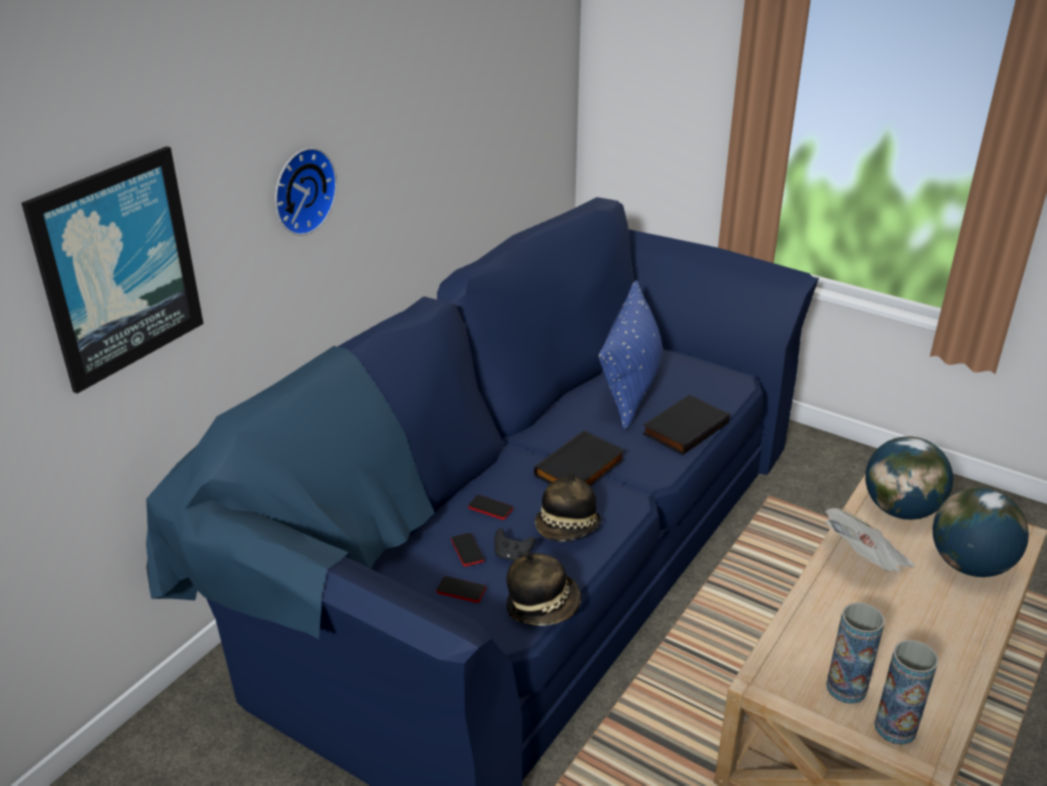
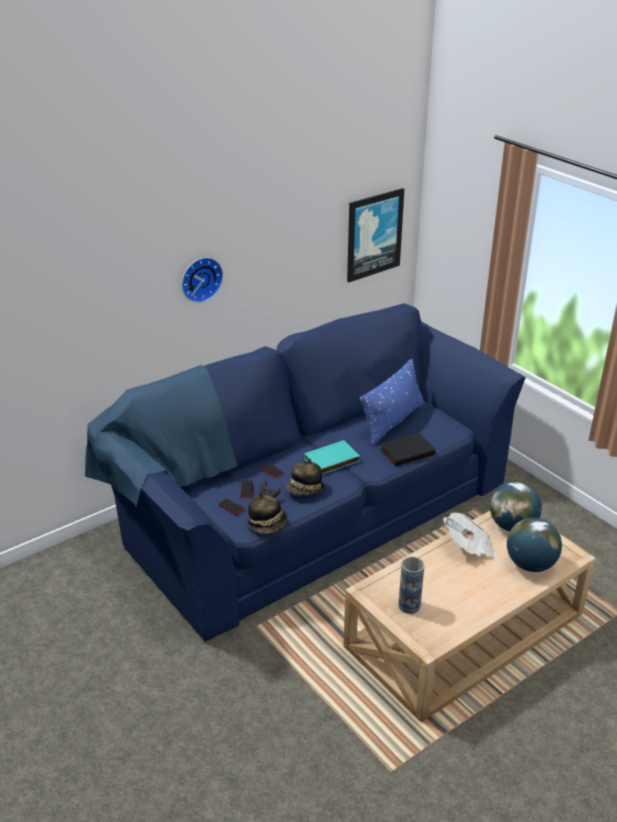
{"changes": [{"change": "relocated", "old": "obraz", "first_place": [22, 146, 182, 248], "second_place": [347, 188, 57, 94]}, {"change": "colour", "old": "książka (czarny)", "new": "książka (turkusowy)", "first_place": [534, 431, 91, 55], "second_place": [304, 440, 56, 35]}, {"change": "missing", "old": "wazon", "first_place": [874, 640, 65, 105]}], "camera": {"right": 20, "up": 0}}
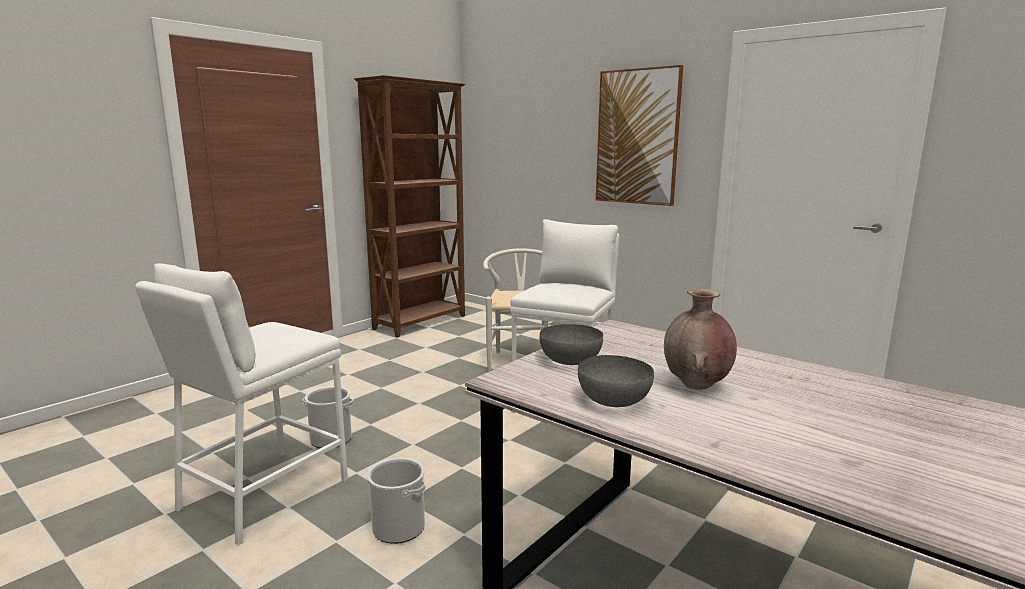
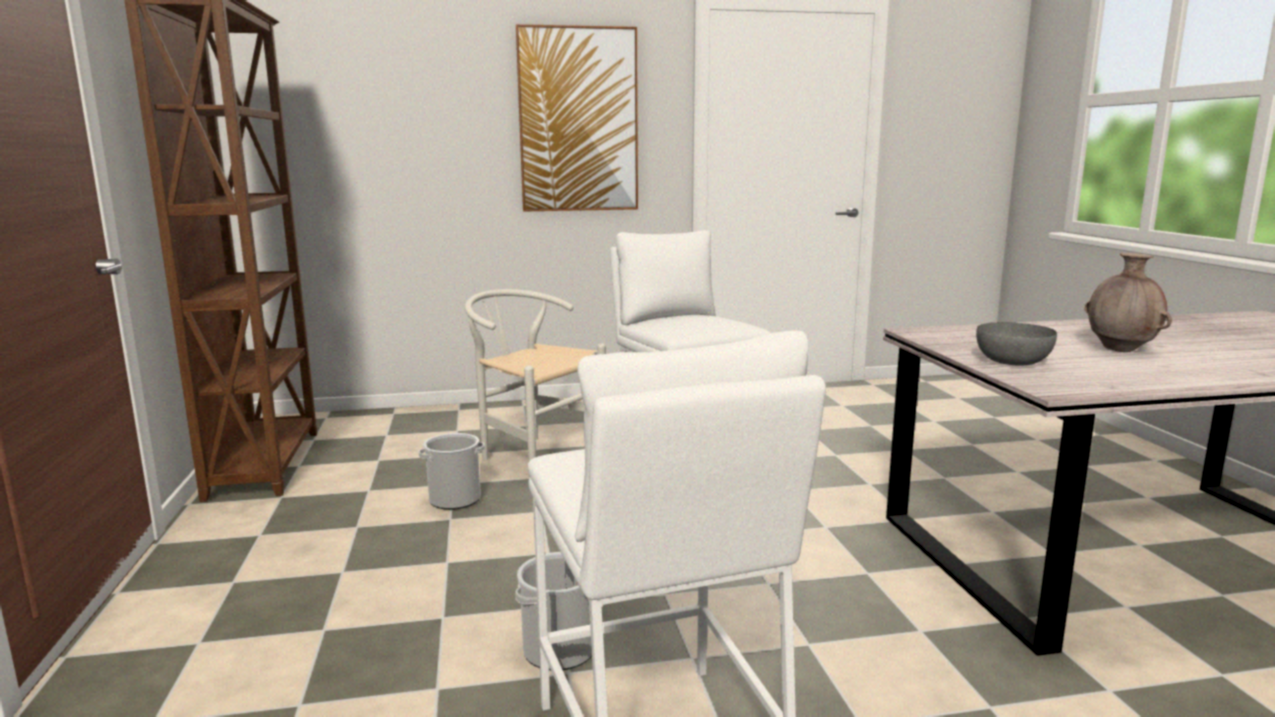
{"changes": [{"change": "relocated", "old": "wiadro", "first_place": [367, 458, 59, 86], "second_place": [418, 433, 67, 77]}, {"change": "missing", "old": "miska (szary)", "first_place": [578, 355, 76, 52]}], "camera": {"right": -50, "up": 0}}
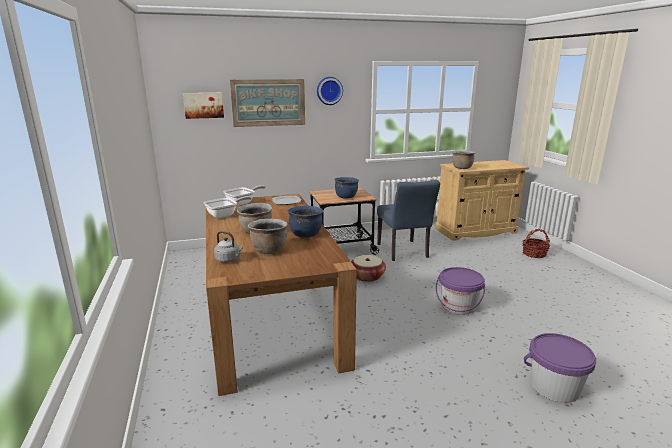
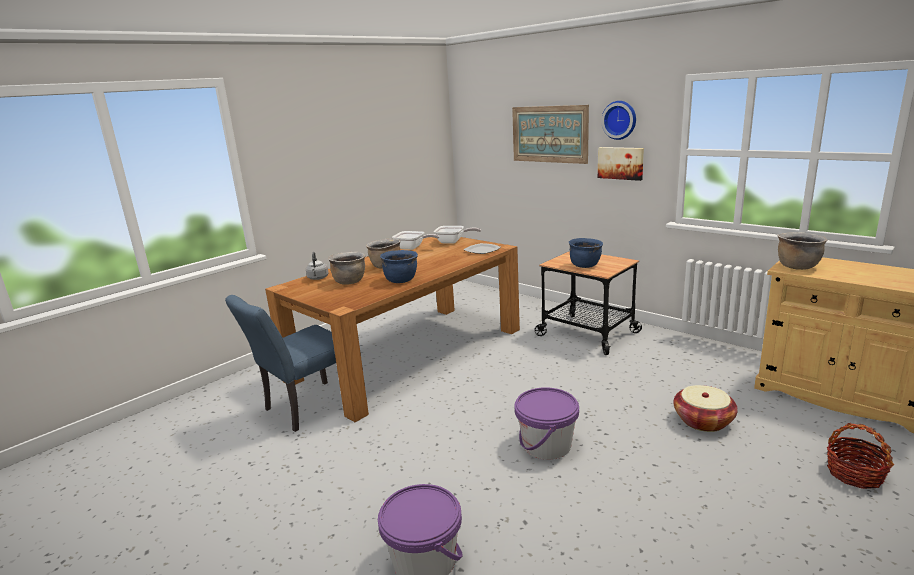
{"changes": [{"change": "relocated", "old": "obraz", "first_place": [183, 93, 41, 26], "second_place": [598, 147, 46, 34]}, {"change": "relocated", "old": "koszyk", "first_place": [351, 255, 35, 27], "second_place": [673, 385, 65, 47]}, {"change": "relocated", "old": "krzesło (niebieski)", "first_place": [377, 180, 63, 81], "second_place": [225, 295, 111, 137]}], "camera": {"right": 60, "up": 0}}
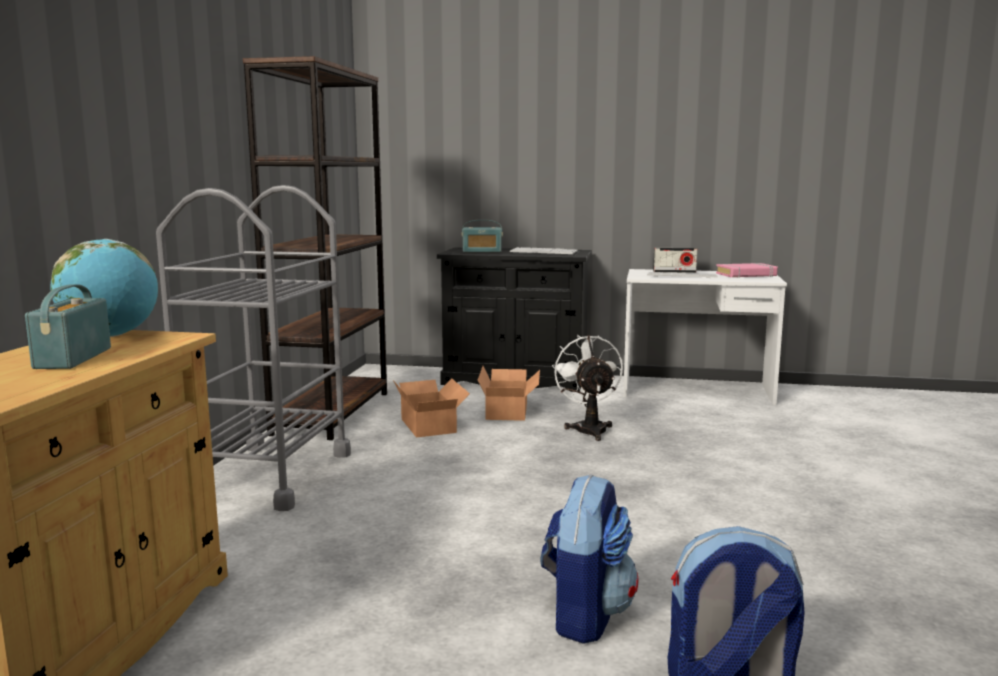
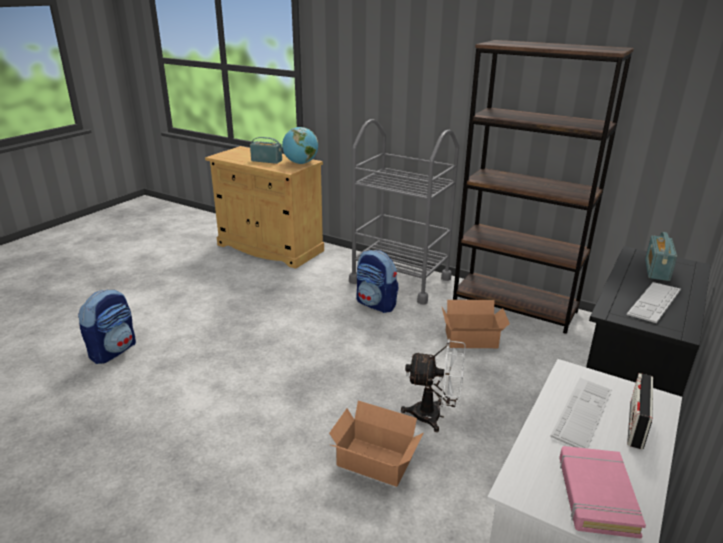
{"changes": [{"change": "relocated", "old": "karton", "first_place": [478, 366, 62, 55], "second_place": [329, 401, 95, 86]}, {"change": "relocated", "old": "plecak", "first_place": [540, 474, 99, 170], "second_place": [357, 250, 41, 63]}], "camera": {"right": 110, "up": 15}}
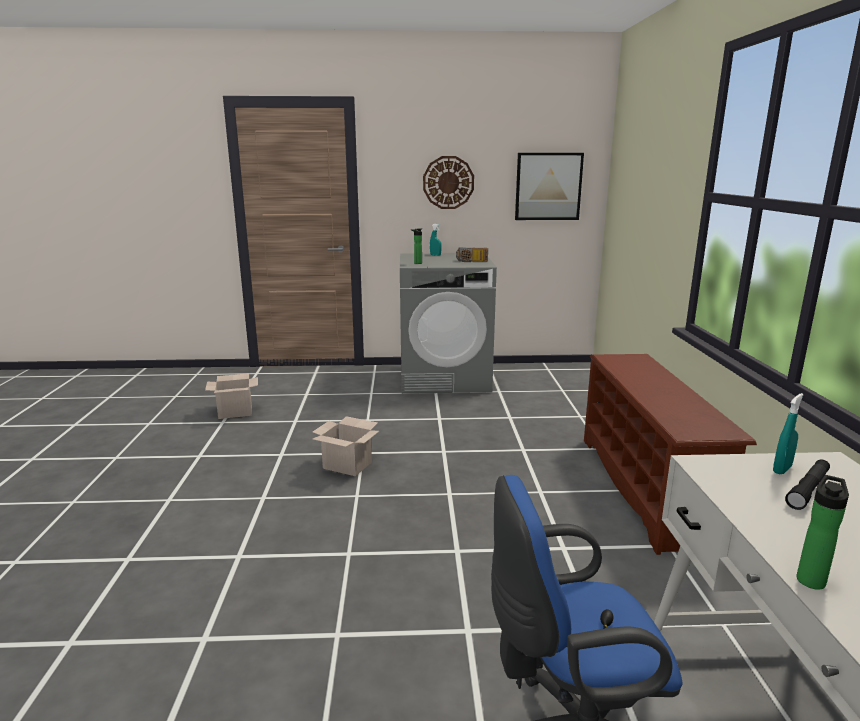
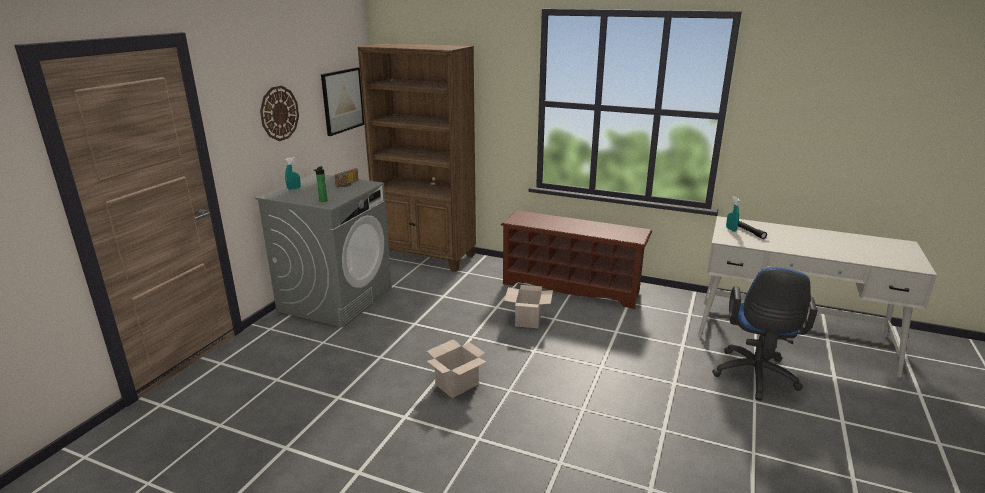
{"changes": [{"change": "relocated", "old": "karton", "first_place": [205, 373, 53, 46], "second_place": [504, 285, 49, 43]}, {"change": "missing", "old": "butelka", "first_place": [796, 475, 53, 115]}, {"change": "appeared", "new": "regał (brązowy)", "second_place": [358, 43, 118, 229]}], "camera": {"right": -65, "up": 5}}
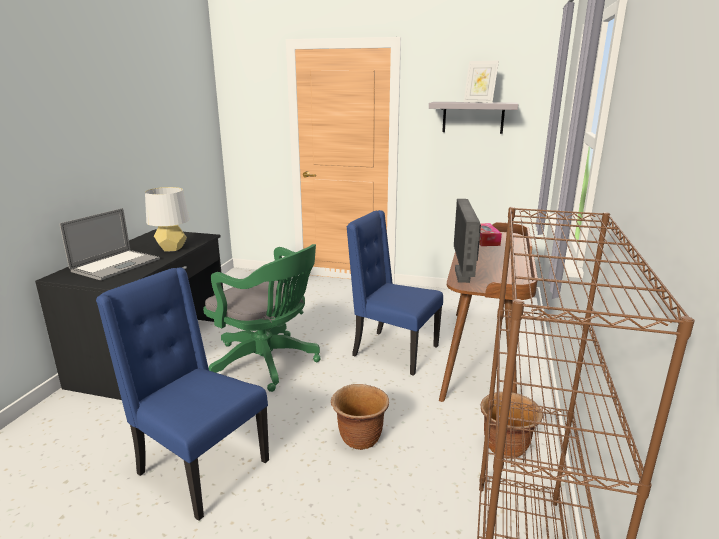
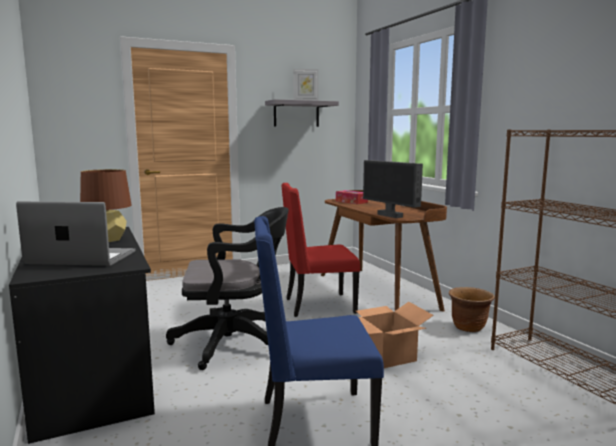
{"changes": [{"change": "spun", "old": "laptop", "first_place": [60, 208, 100, 72], "second_place": [16, 201, 120, 65], "degrees": -75}, {"change": "colour", "old": "lampa stołowa (szary)", "new": "lampa stołowa (brązowy)", "first_place": [145, 187, 45, 64], "second_place": [80, 169, 52, 73]}, {"change": "colour", "old": "krzesło biurowe (zielony)", "new": "krzesło biurowe (czarny)", "first_place": [203, 244, 118, 148], "second_place": [166, 207, 123, 163]}, {"change": "exchanged", "old": "donica (brązowy)", "new": "karton", "first_place": [331, 384, 58, 66], "second_place": [356, 302, 78, 66]}, {"change": "colour", "old": "krzesło (niebieski)", "new": "krzesło (czerwony)", "first_place": [346, 210, 97, 165], "second_place": [281, 183, 79, 134]}], "camera": {"right": -40, "up": -10}}
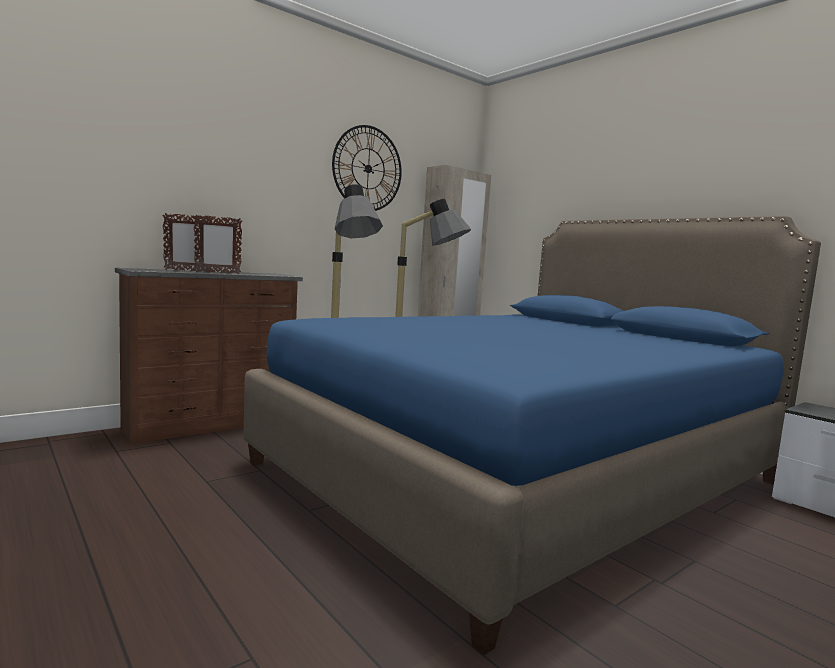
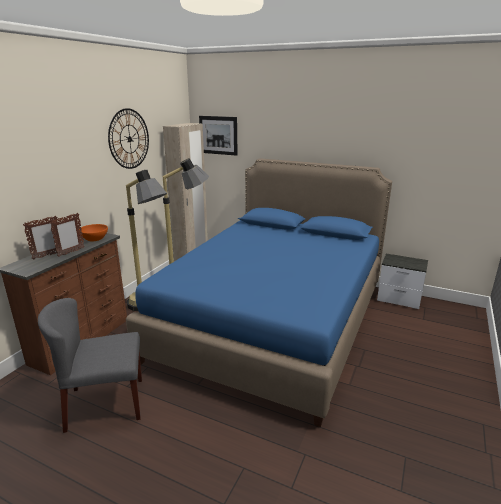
{"changes": [{"change": "appeared", "new": "krzesło (szary)", "second_place": [38, 298, 104, 135]}, {"change": "appeared", "new": "miska (pomarańczowy)", "second_place": [79, 224, 29, 17]}, {"change": "appeared", "new": "obraz", "second_place": [199, 116, 39, 40]}], "camera": {"right": -25, "up": 15}}
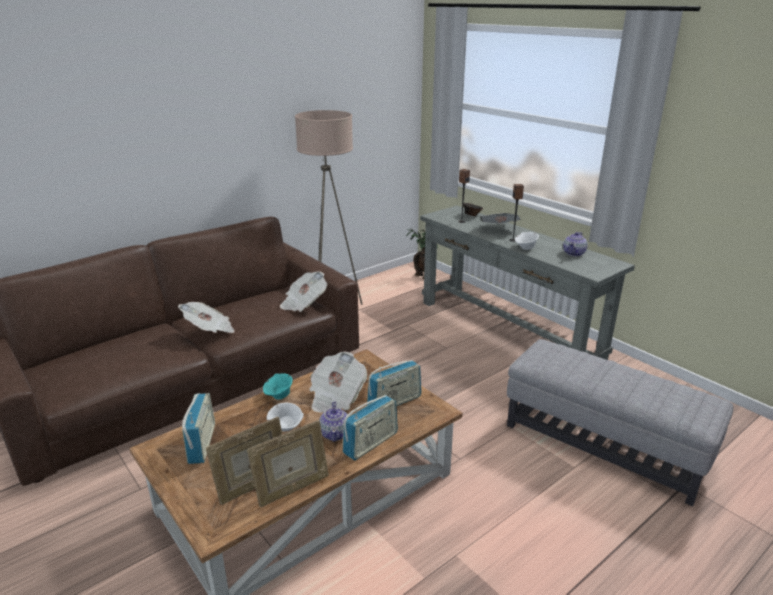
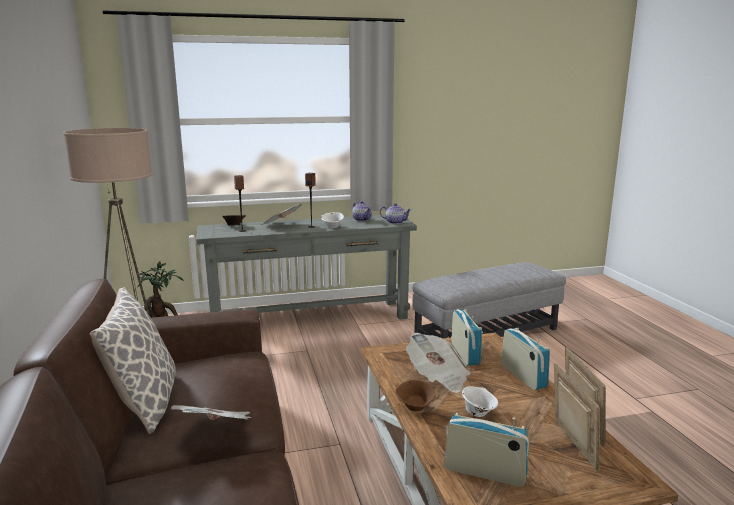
{"changes": [{"change": "colour", "old": "miska (turkusowy)", "new": "miska (brązowy)", "first_place": [263, 373, 29, 27], "second_place": [395, 380, 41, 31]}, {"change": "missing", "old": "gazeta", "first_place": [280, 271, 47, 41]}, {"change": "relocated", "old": "imbryk", "first_place": [319, 401, 29, 41], "second_place": [380, 203, 32, 21]}, {"change": "appeared", "new": "poduszka", "second_place": [90, 288, 86, 146]}], "camera": {"right": -65, "up": -10}}
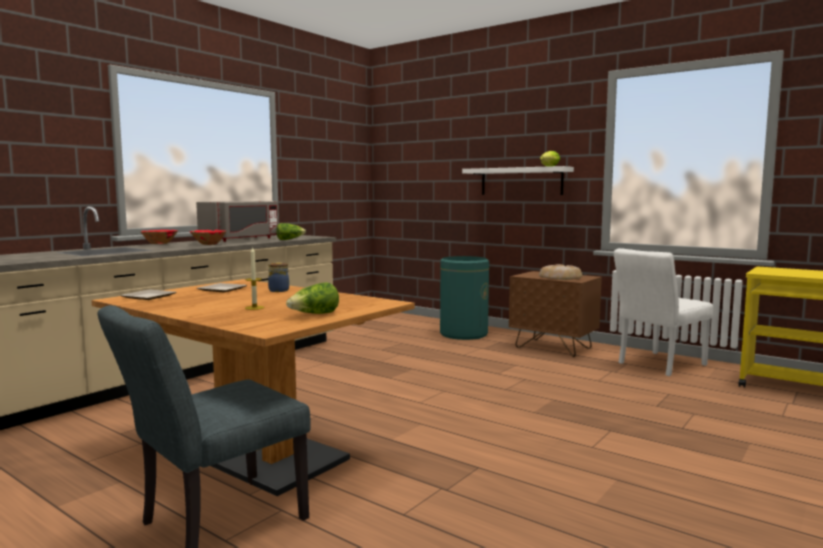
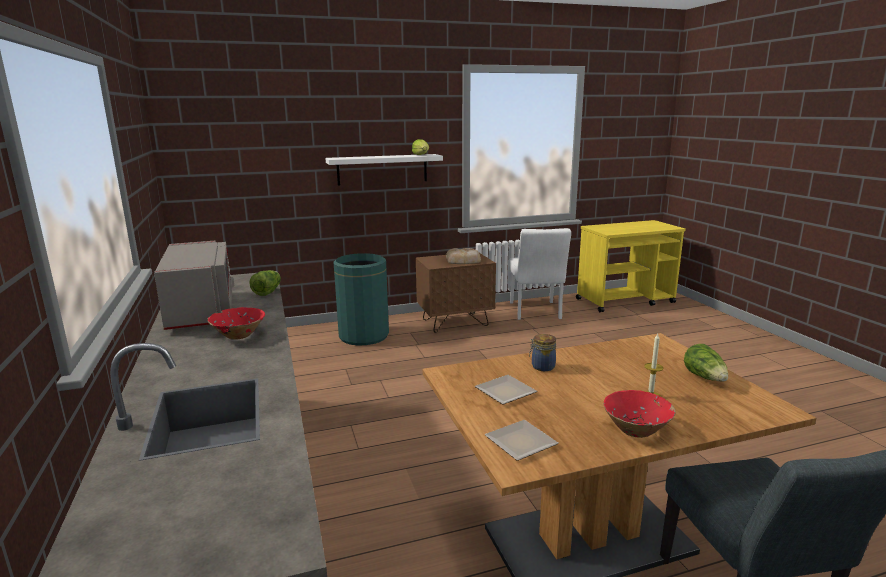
{"changes": [{"change": "relocated", "old": "miska (czerwony)", "first_place": [140, 230, 38, 14], "second_place": [604, 390, 72, 48]}], "camera": {"right": -55, "up": 10}}
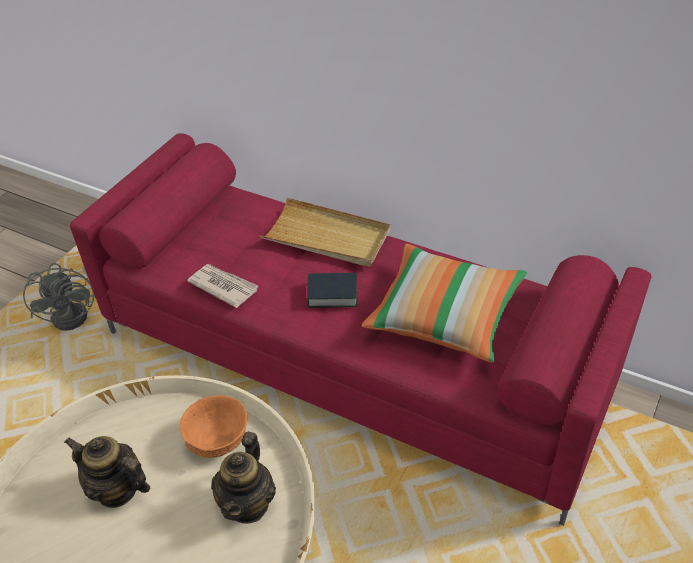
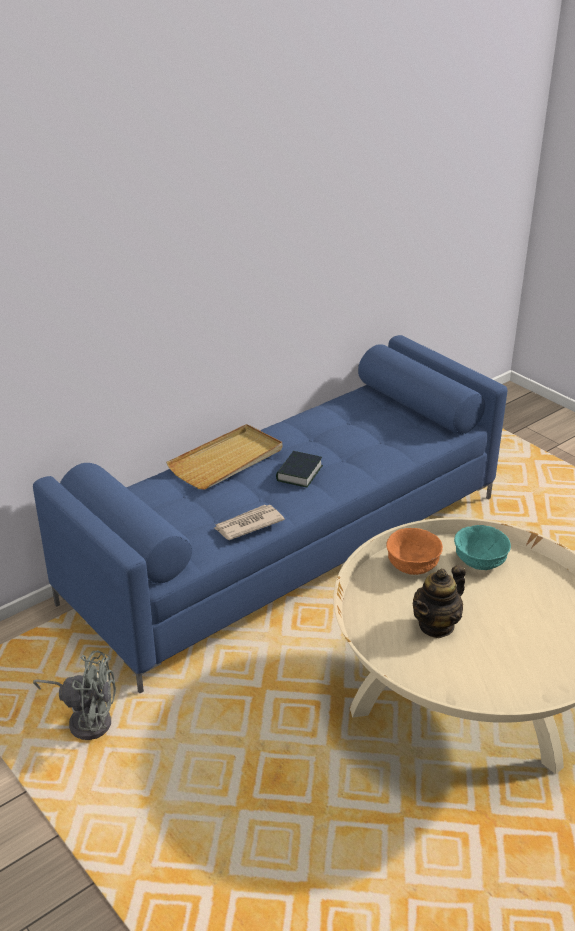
{"changes": [{"change": "colour", "old": "kanapa (czerwony)", "new": "kanapa (niebieski)", "first_place": [70, 133, 581, 393], "second_place": [33, 335, 474, 358]}, {"change": "exchanged", "old": "imbryk", "new": "miska (turkusowy)", "first_place": [211, 432, 65, 92], "second_place": [454, 525, 57, 45]}, {"change": "missing", "old": "poduszka", "first_place": [362, 244, 165, 119]}], "camera": {"right": -70, "up": -10}}
